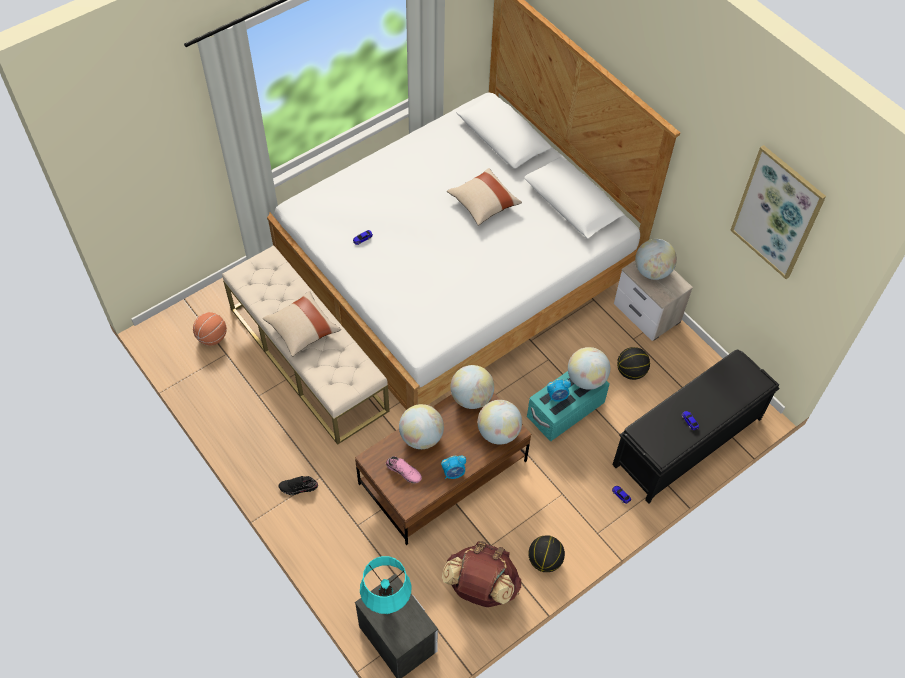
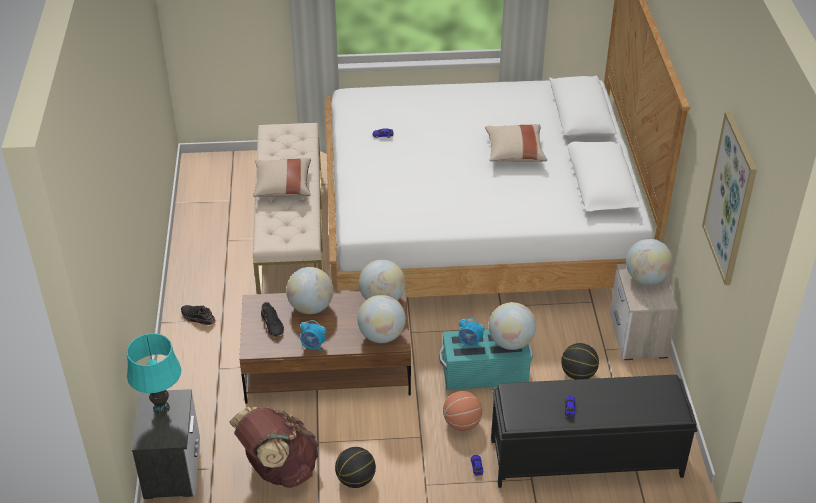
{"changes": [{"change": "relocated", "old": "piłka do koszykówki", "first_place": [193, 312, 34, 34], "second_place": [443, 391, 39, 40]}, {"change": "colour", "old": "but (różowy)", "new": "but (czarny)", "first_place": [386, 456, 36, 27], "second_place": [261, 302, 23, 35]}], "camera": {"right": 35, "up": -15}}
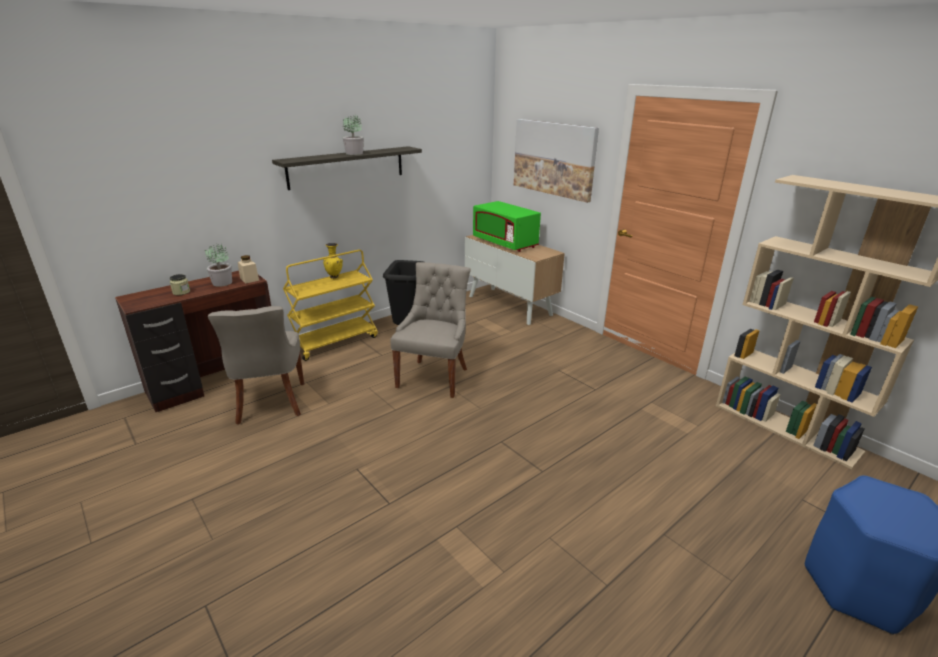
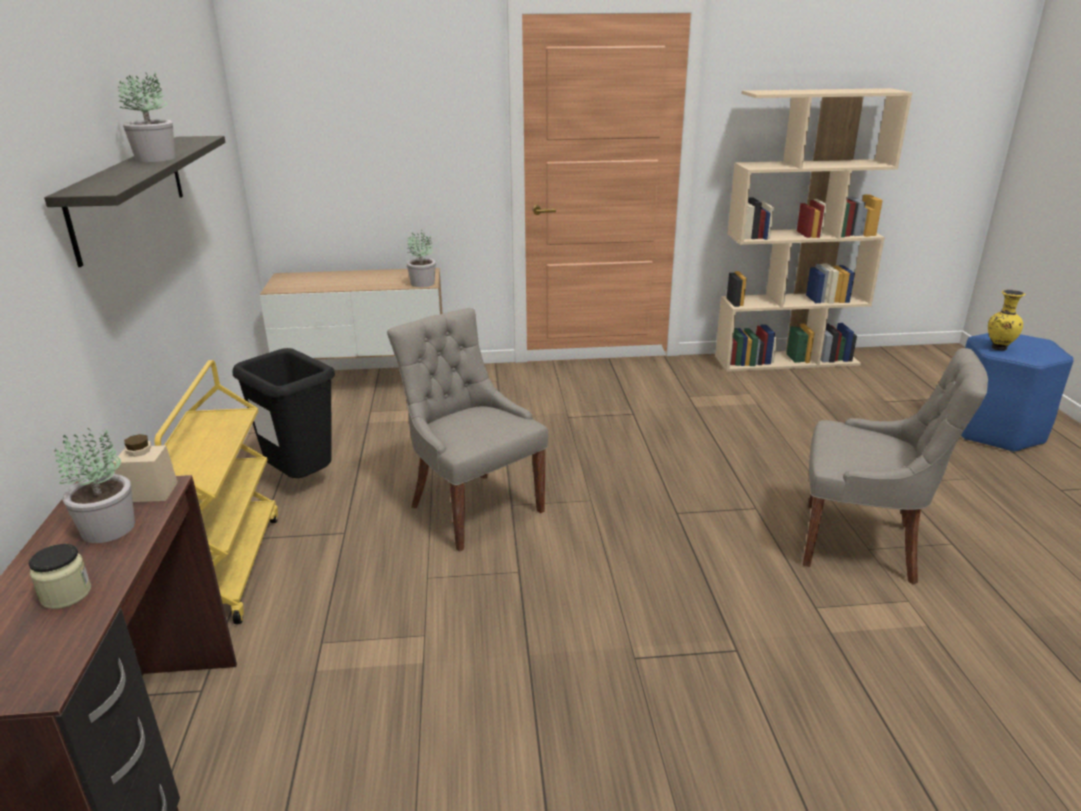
{"changes": [{"change": "relocated", "old": "krzesło (szary)", "first_place": [208, 306, 96, 119], "second_place": [803, 348, 185, 237]}, {"change": "relocated", "old": "wazon (żółty)", "first_place": [323, 243, 20, 36], "second_place": [988, 290, 37, 61]}, {"change": "missing", "old": "mikrofalówka (zielony)", "first_place": [473, 201, 68, 51]}, {"change": "missing", "old": "obraz", "first_place": [514, 119, 85, 84]}, {"change": "appeared", "new": "roślina doniczkowa", "second_place": [407, 229, 29, 58]}], "camera": {"right": -55, "up": 0}}
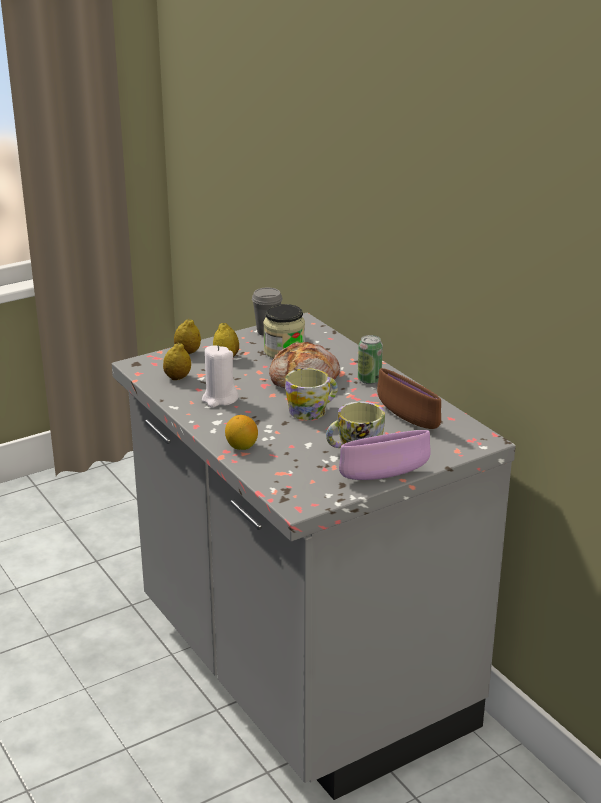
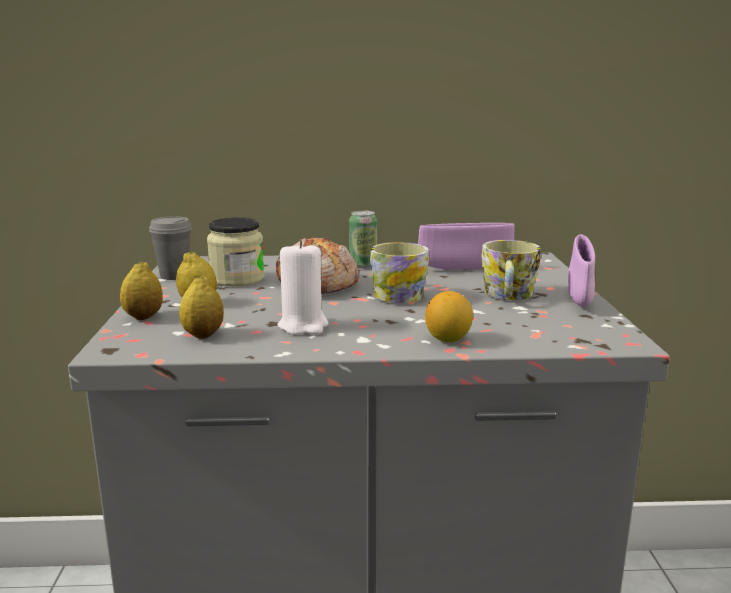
{"changes": [{"change": "colour", "old": "miska (brązowy)", "new": "miska (fioletowy)", "first_place": [377, 368, 64, 61], "second_place": [418, 223, 97, 47]}], "camera": {"right": -60, "up": -10}}
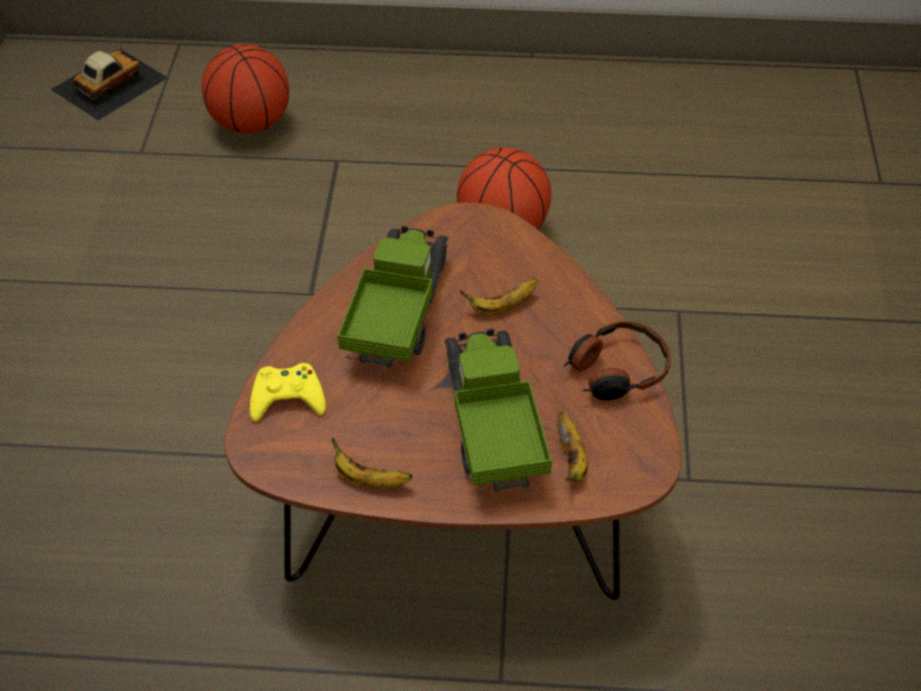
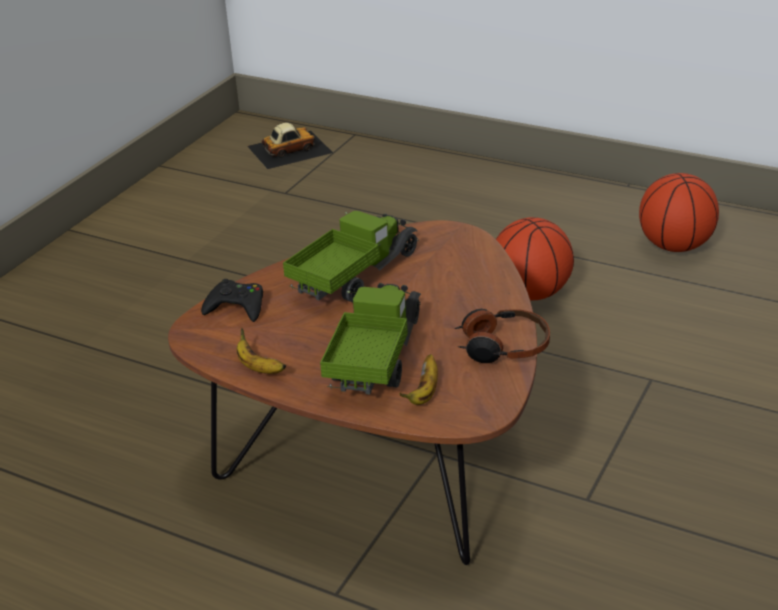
{"changes": [{"change": "relocated", "old": "piłka do koszykówki", "first_place": [202, 44, 87, 90], "second_place": [639, 173, 80, 79]}, {"change": "colour", "old": "pad do gier (żółty)", "new": "pad do gier (czarny)", "first_place": [250, 363, 76, 59], "second_place": [201, 279, 62, 43]}, {"change": "missing", "old": "banan", "first_place": [460, 278, 78, 37]}], "camera": {"right": 25, "up": -15}}
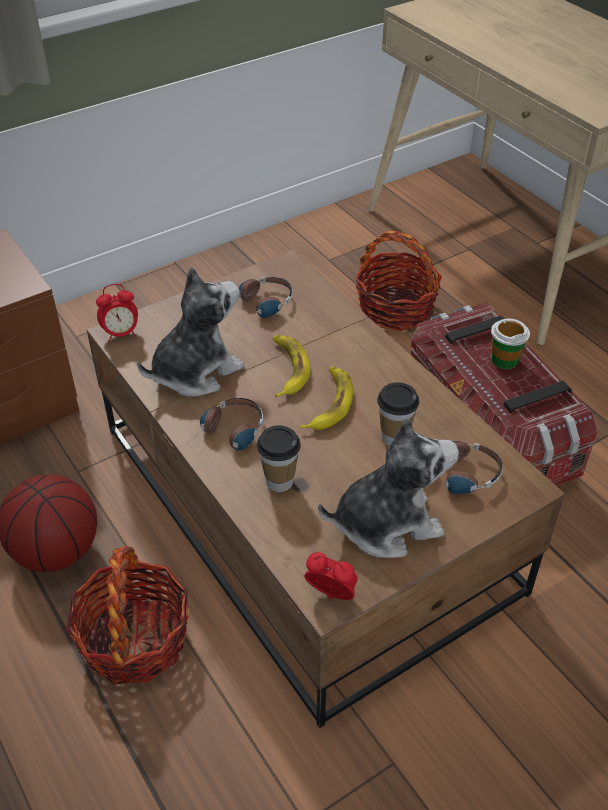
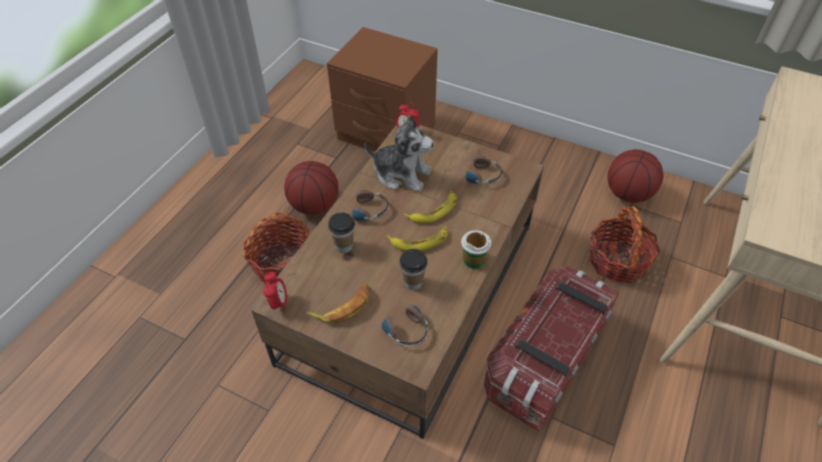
{"changes": [{"change": "exchanged", "old": "pluszak", "new": "banan", "first_place": [318, 417, 141, 141], "second_place": [306, 283, 65, 40]}, {"change": "relocated", "old": "filiżanka", "first_place": [491, 319, 39, 50], "second_place": [461, 230, 30, 39]}, {"change": "appeared", "new": "piłka do koszykówki", "second_place": [607, 149, 56, 54]}], "camera": {"right": 60, "up": 5}}
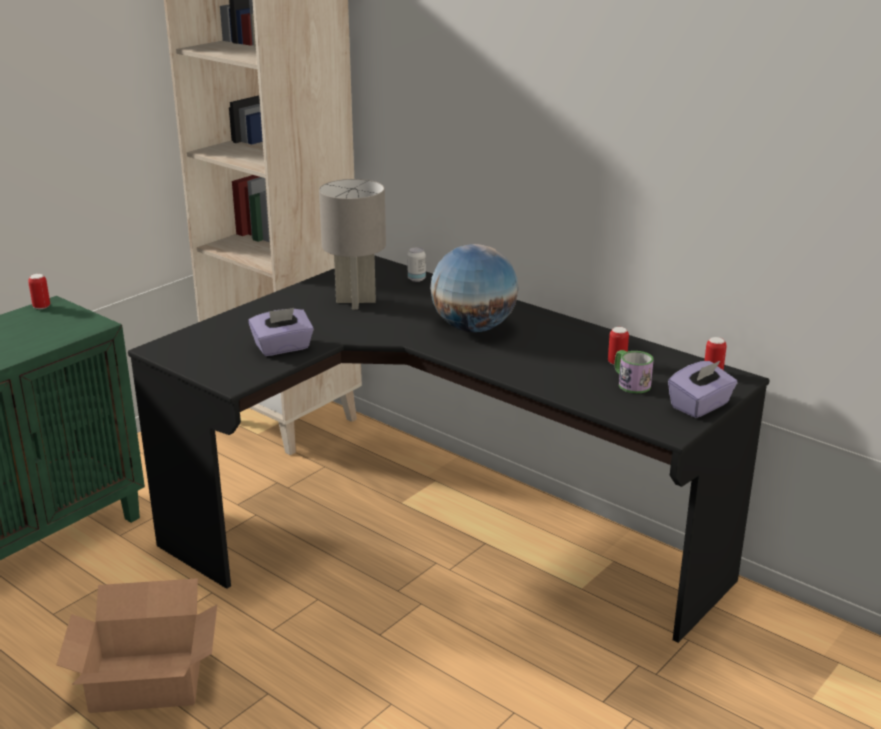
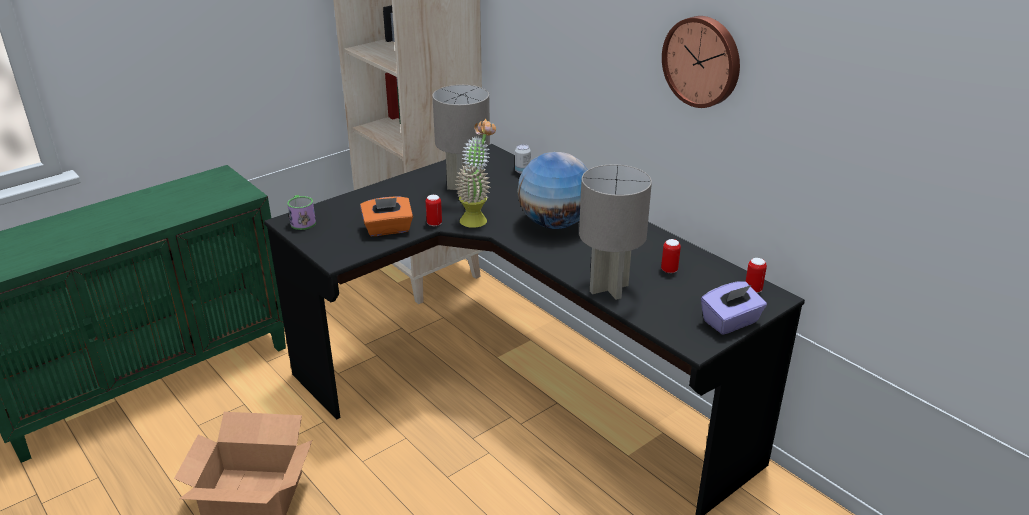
{"changes": [{"change": "relocated", "old": "puszka", "first_place": [28, 274, 22, 35], "second_place": [425, 195, 17, 31]}, {"change": "colour", "old": "pudełko chusteczek (fioletowy)", "new": "pudełko chusteczek (pomarańczowy)", "first_place": [248, 308, 66, 48], "second_place": [360, 197, 53, 39]}, {"change": "relocated", "old": "kubek", "first_place": [615, 350, 39, 43], "second_place": [287, 195, 29, 35]}, {"change": "appeared", "new": "roślina doniczkowa", "second_place": [455, 119, 41, 109]}, {"change": "appeared", "new": "lampa stołowa (szary)", "second_place": [579, 164, 73, 136]}, {"change": "appeared", "new": "zegar ścienny", "second_place": [662, 16, 78, 92]}], "camera": {"right": 10, "up": 5}}
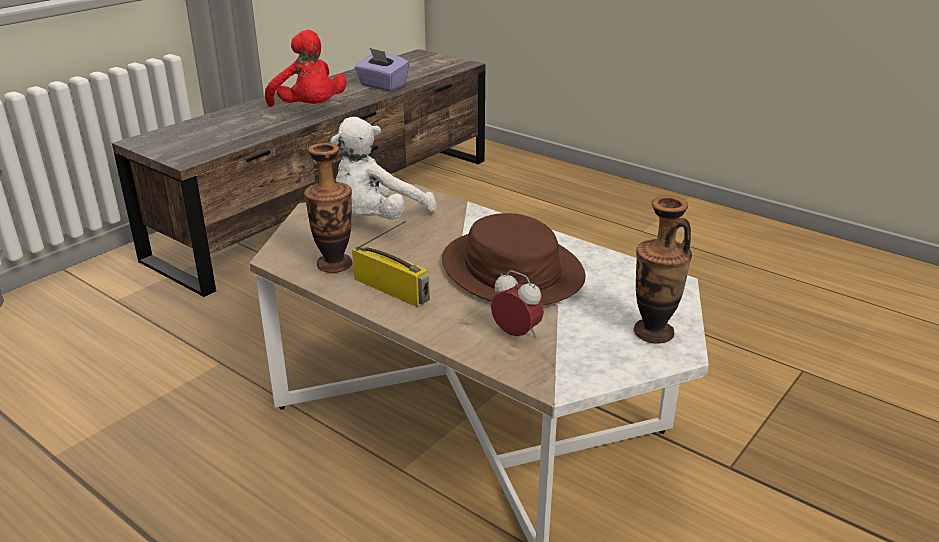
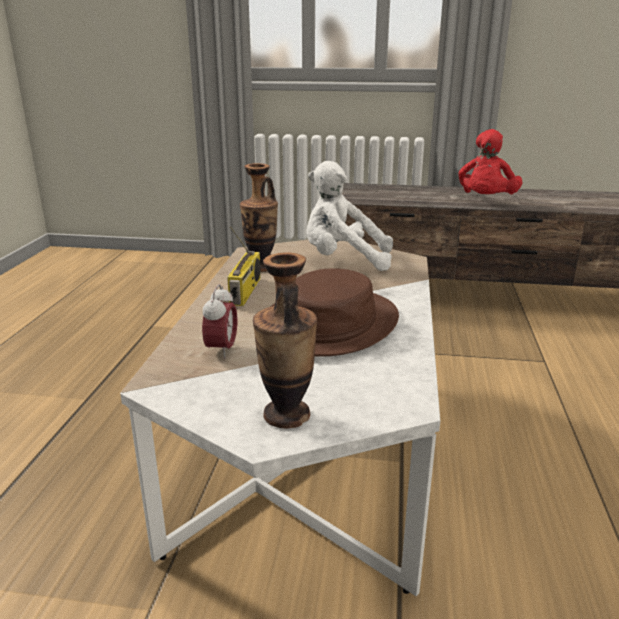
{"changes": [{"change": "missing", "old": "pudełko chusteczek (fioletowy)", "first_place": [355, 48, 54, 44]}], "camera": {"right": 60, "up": -5}}
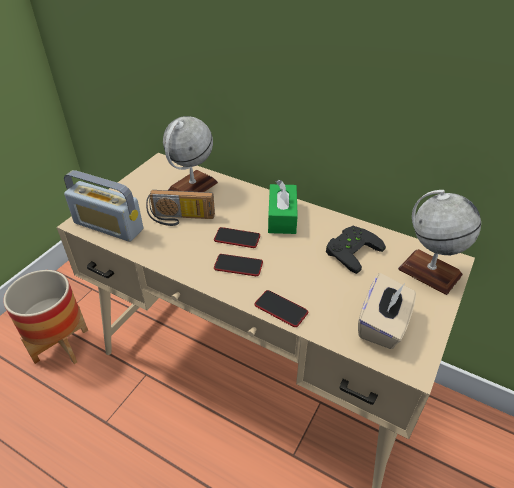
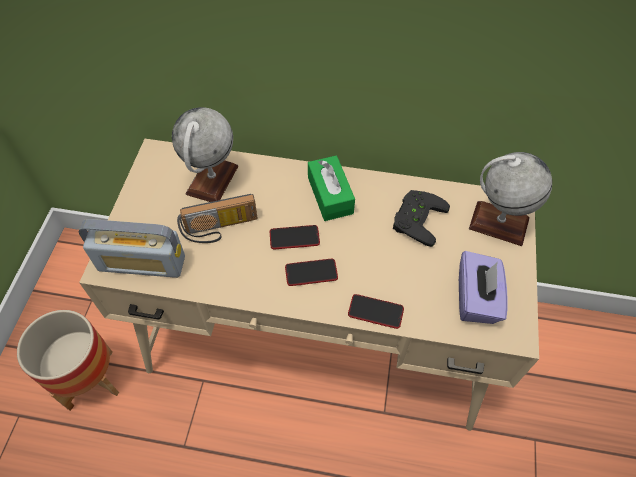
{"changes": [{"change": "colour", "old": "pudełko chusteczek (beżowy)", "new": "pudełko chusteczek (fioletowy)", "first_place": [358, 273, 58, 76], "second_place": [459, 251, 49, 73]}], "camera": {"right": -20, "up": 15}}
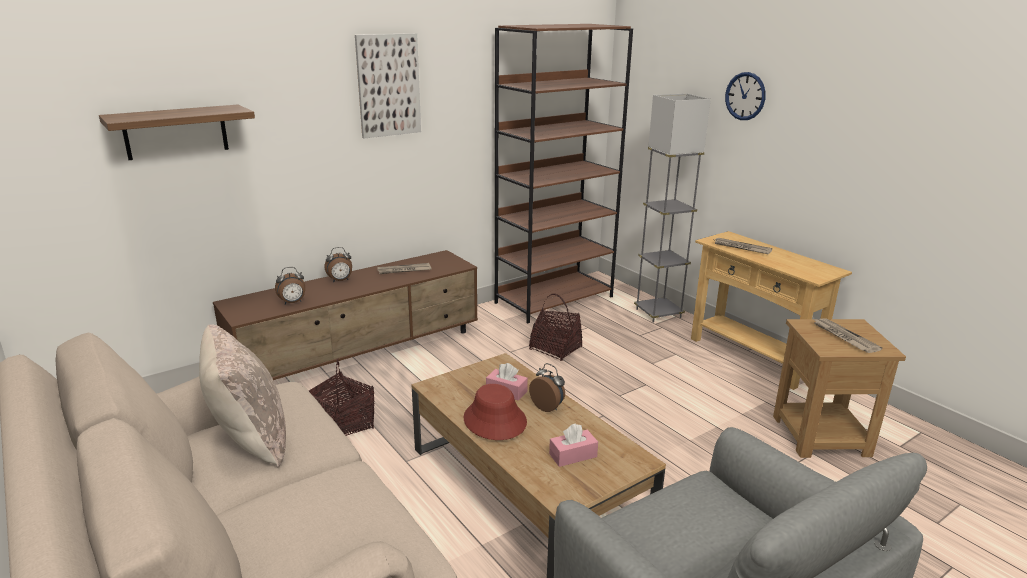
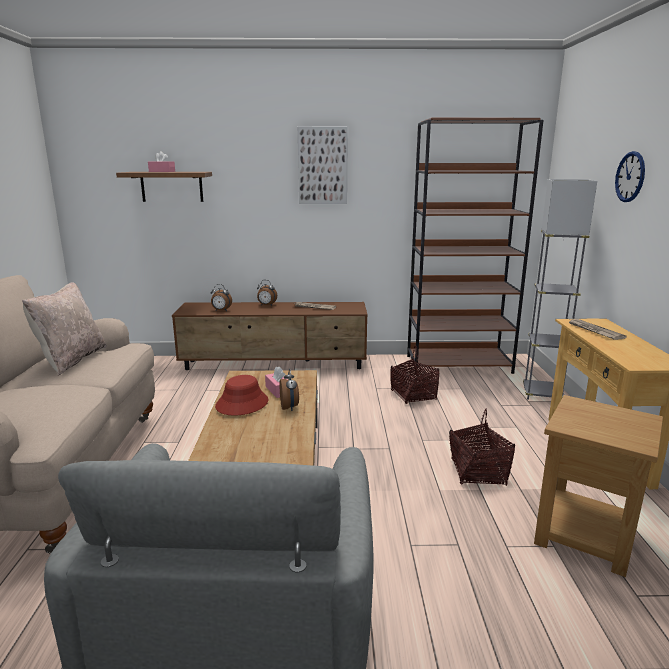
{"changes": [{"change": "relocated", "old": "koszyk", "first_place": [309, 359, 65, 77], "second_place": [449, 408, 66, 78]}, {"change": "relocated", "old": "pudełko chusteczek (różowy)", "first_place": [549, 423, 49, 44], "second_place": [148, 151, 27, 21]}, {"change": "missing", "old": "gazeta", "first_place": [813, 318, 69, 35]}], "camera": {"right": 35, "up": -5}}
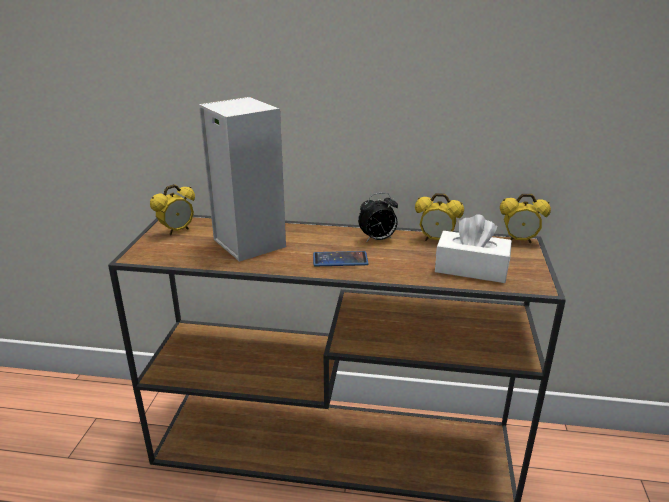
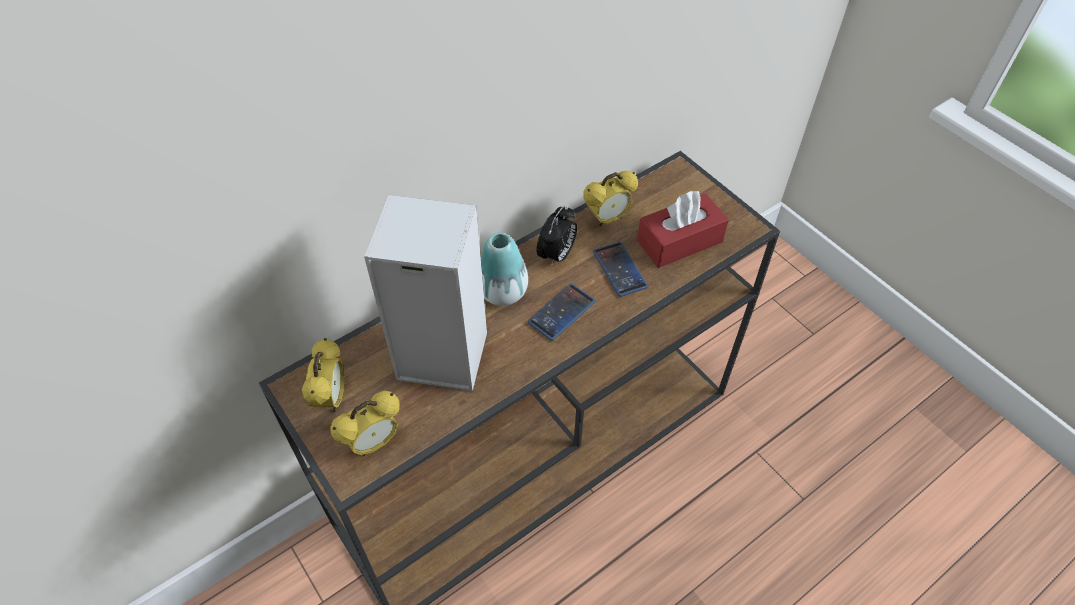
{"changes": [{"change": "colour", "old": "pudełko chusteczek (biały)", "new": "pudełko chusteczek (czerwony)", "first_place": [435, 214, 77, 69], "second_place": [637, 191, 92, 77]}, {"change": "relocated", "old": "budzik", "first_place": [500, 194, 51, 49], "second_place": [330, 391, 70, 65]}, {"change": "appeared", "new": "wazon", "second_place": [481, 232, 47, 74]}, {"change": "appeared", "new": "telefon", "second_place": [593, 242, 55, 55]}], "camera": {"right": -45, "up": 25}}
